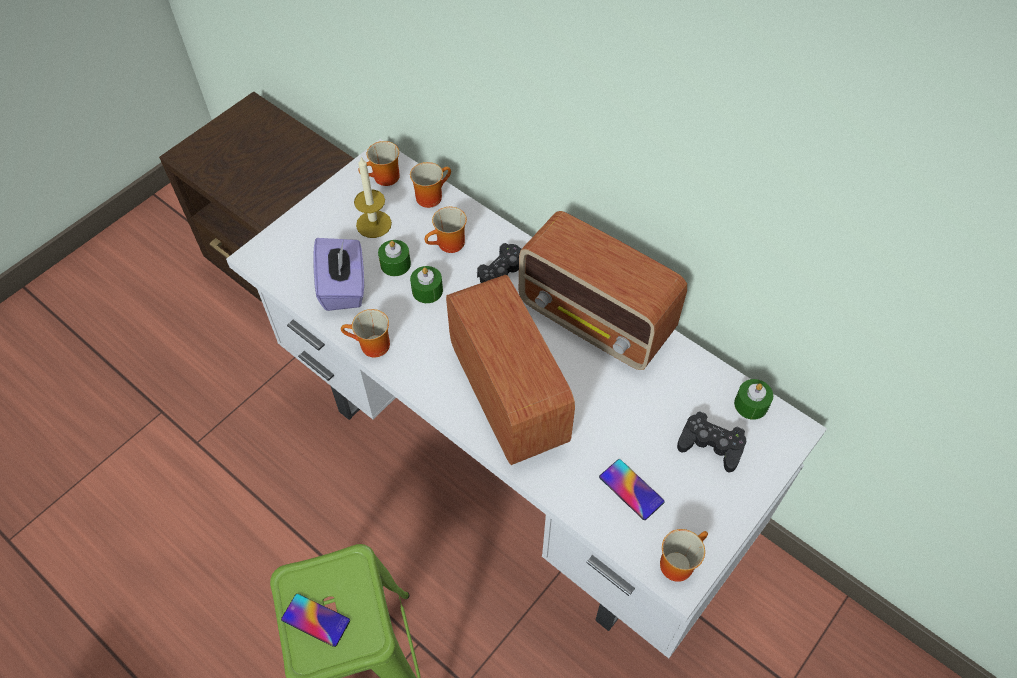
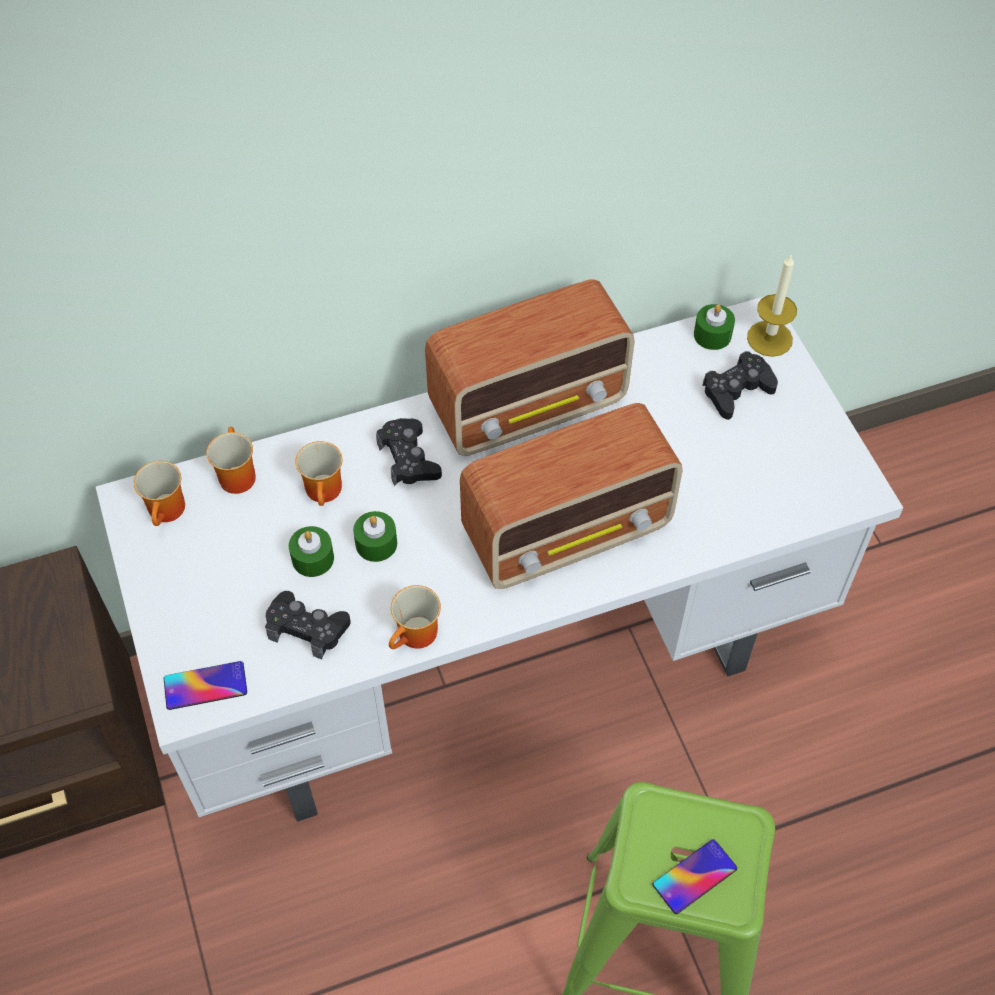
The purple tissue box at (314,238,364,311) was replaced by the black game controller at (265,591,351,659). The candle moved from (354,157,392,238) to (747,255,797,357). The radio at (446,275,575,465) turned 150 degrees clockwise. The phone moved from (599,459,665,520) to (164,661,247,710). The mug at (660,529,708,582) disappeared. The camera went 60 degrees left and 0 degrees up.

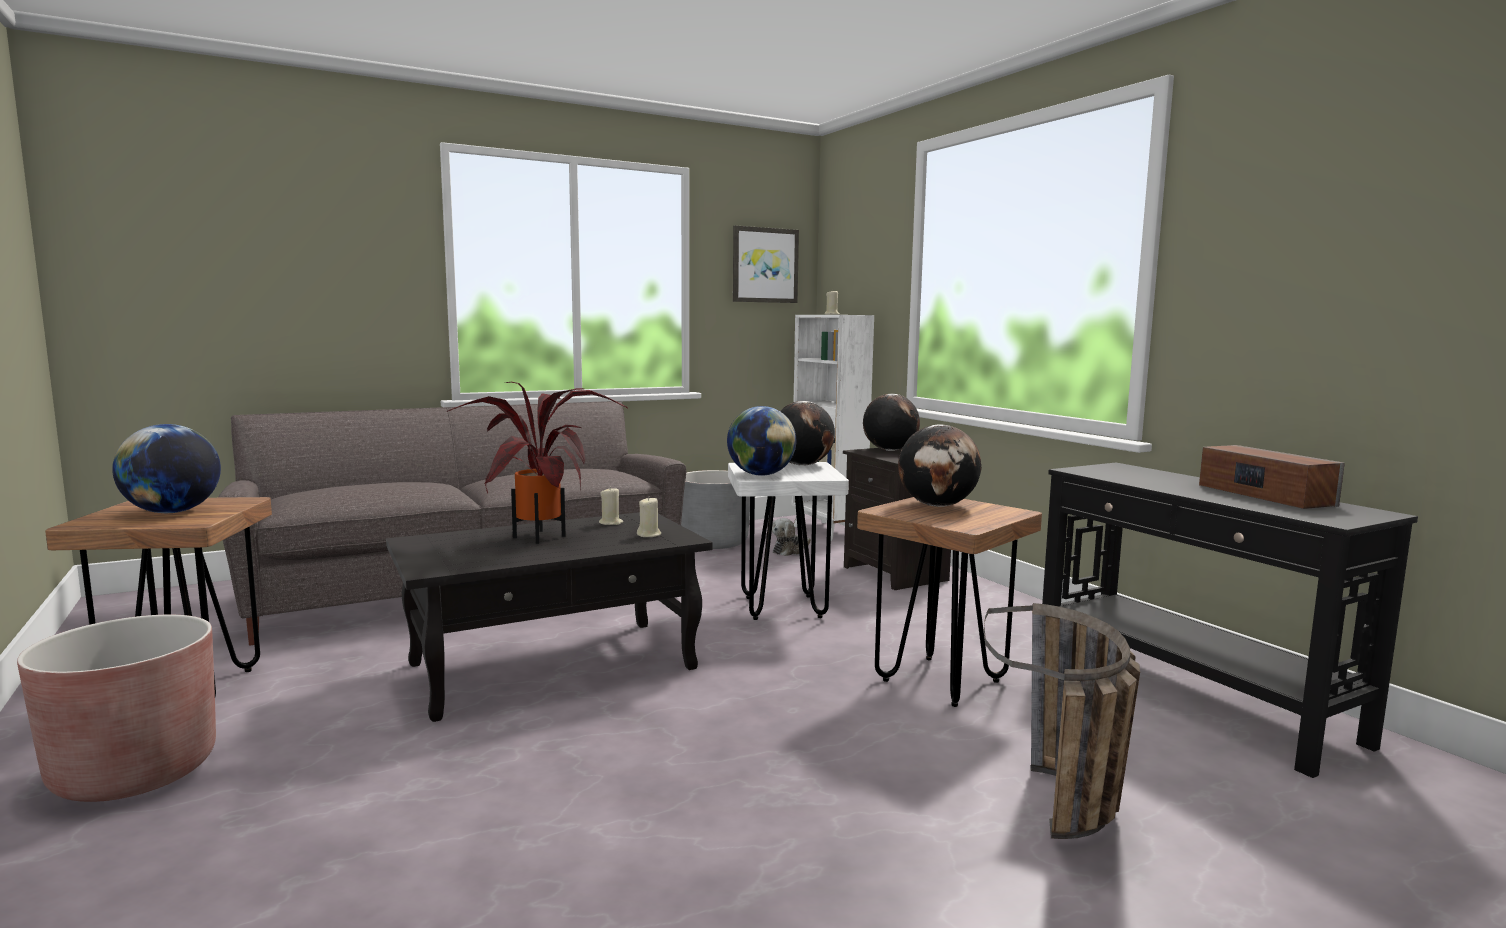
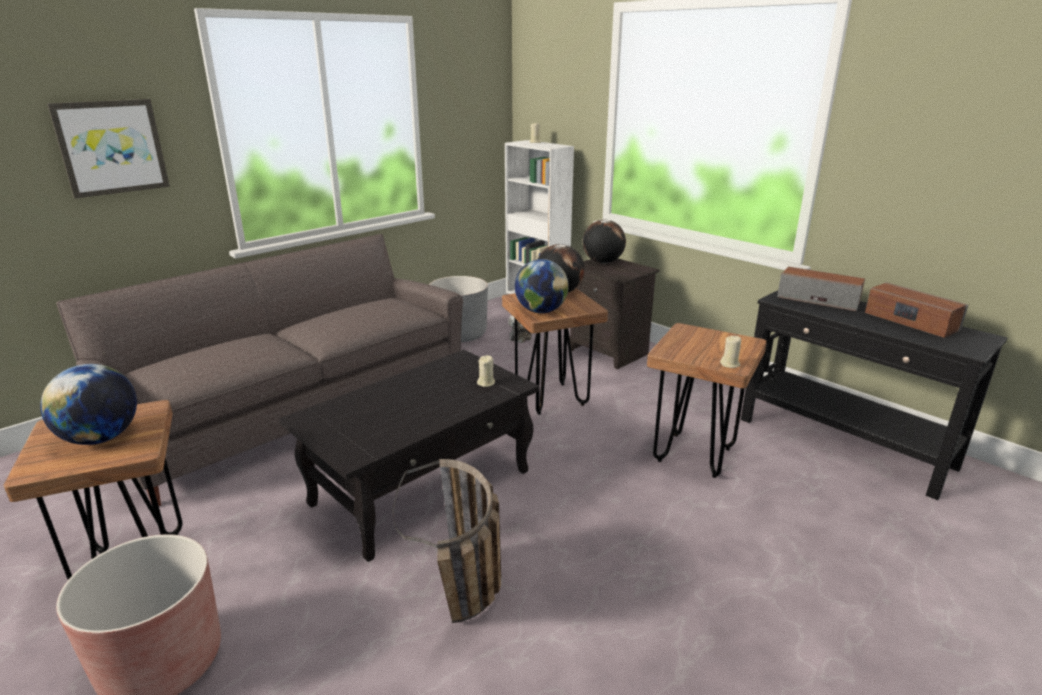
The potted plant at (446,382,629,544) disappeared. The beige candle moved from (599,487,623,525) to (720,335,741,368). The white stool at (728,462,849,620) became the brown stool at (502,288,608,415). The picture moved from (733,225,799,303) to (47,99,170,198). The globe at (898,425,982,507) disappeared. The basket moved from (984,603,1140,839) to (393,459,501,623). The speaker at (777,267,865,311) appeared. The camera went 15 degrees left and 15 degrees up.

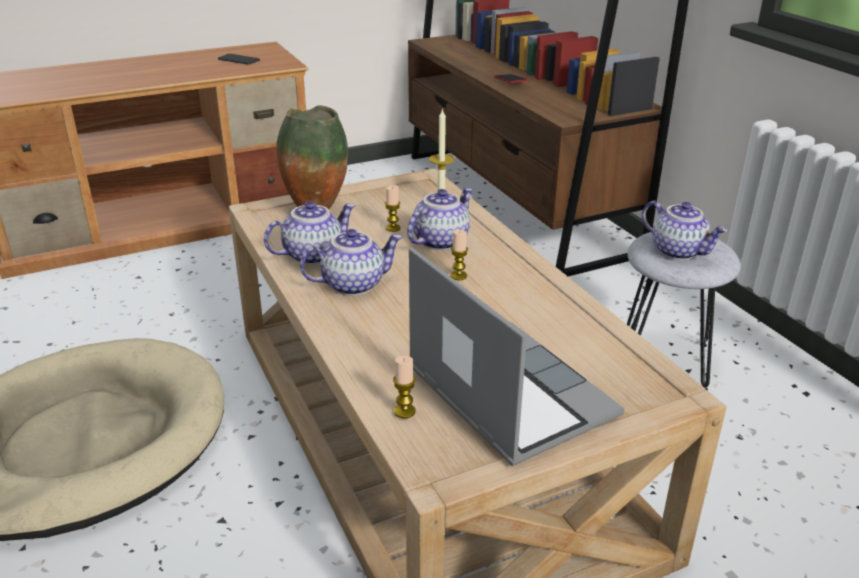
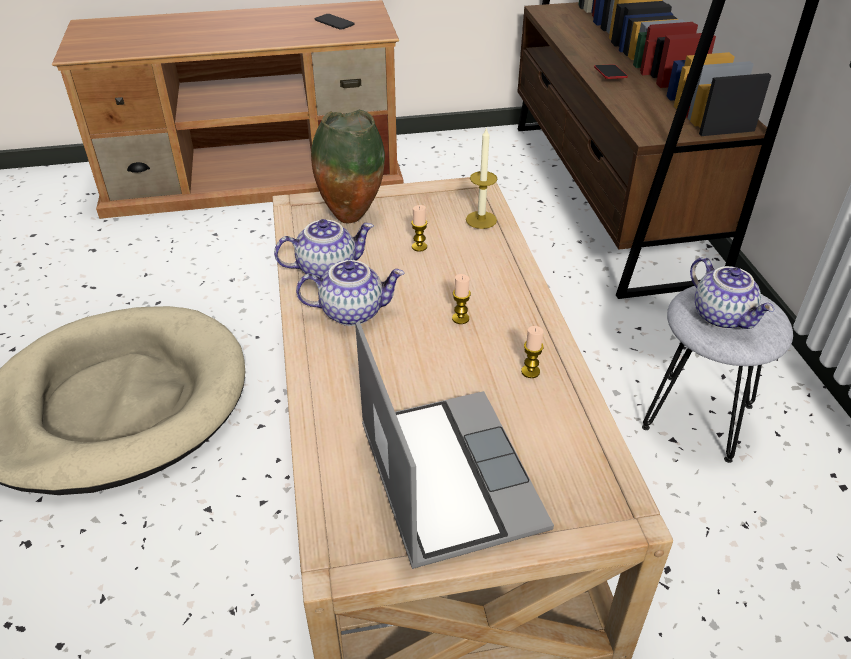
The candle moved from (393,356,416,418) to (521,326,544,378). The teapot at (407,188,473,250) disappeared. The camera went 15 degrees right and 10 degrees up.

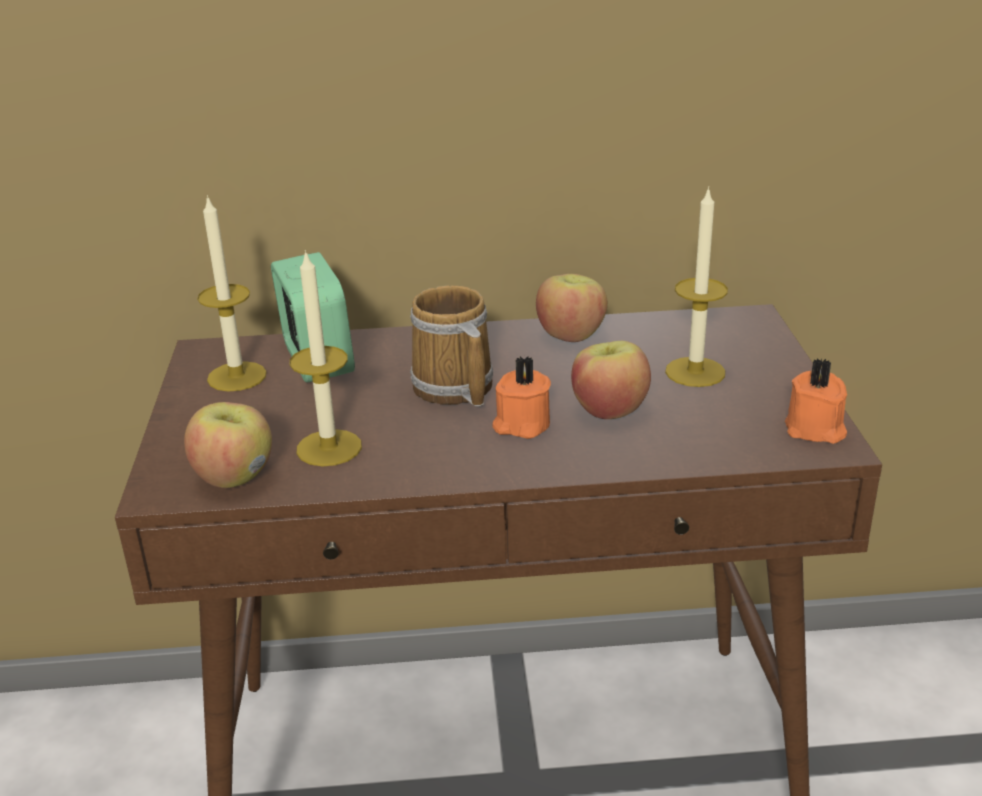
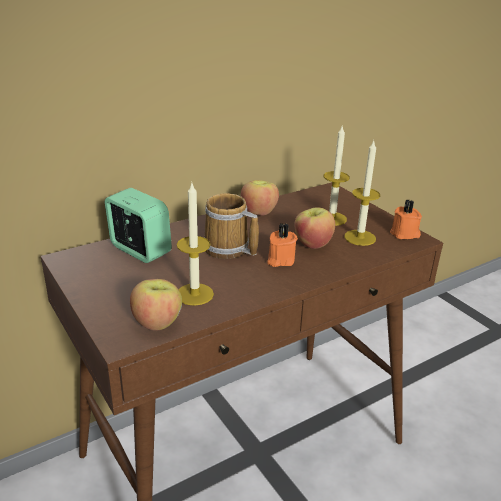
The candle moved from (197,195,267,391) to (344,141,380,246). The camera went 30 degrees left and 0 degrees up.

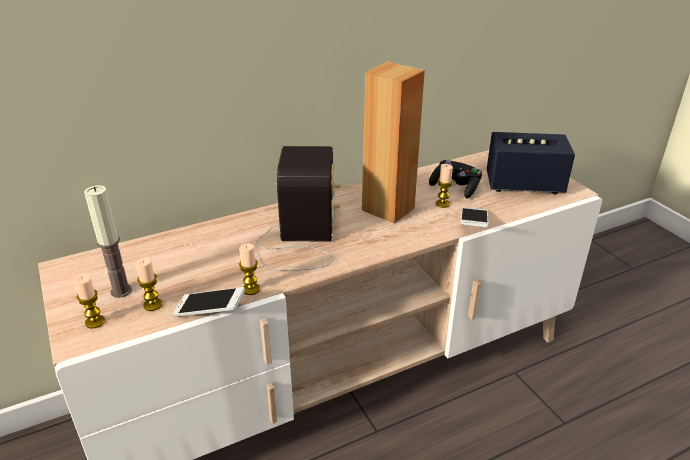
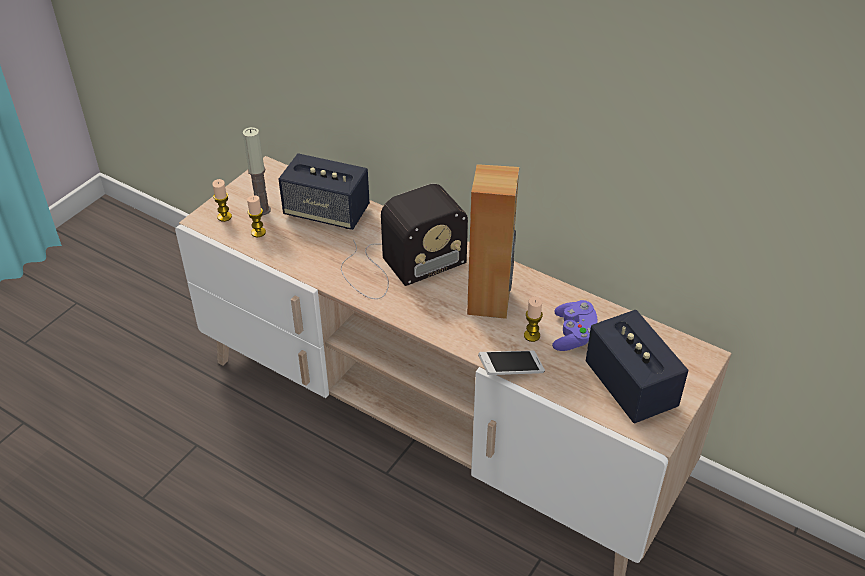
The phone at (173,287,245,317) disappeared. The candle at (239,244,260,295) disappeared. The black game controller at (429,160,482,199) became the purple game controller at (552,300,597,351). The speaker at (278,153,370,230) appeared. The camera went 60 degrees right and 10 degrees up.

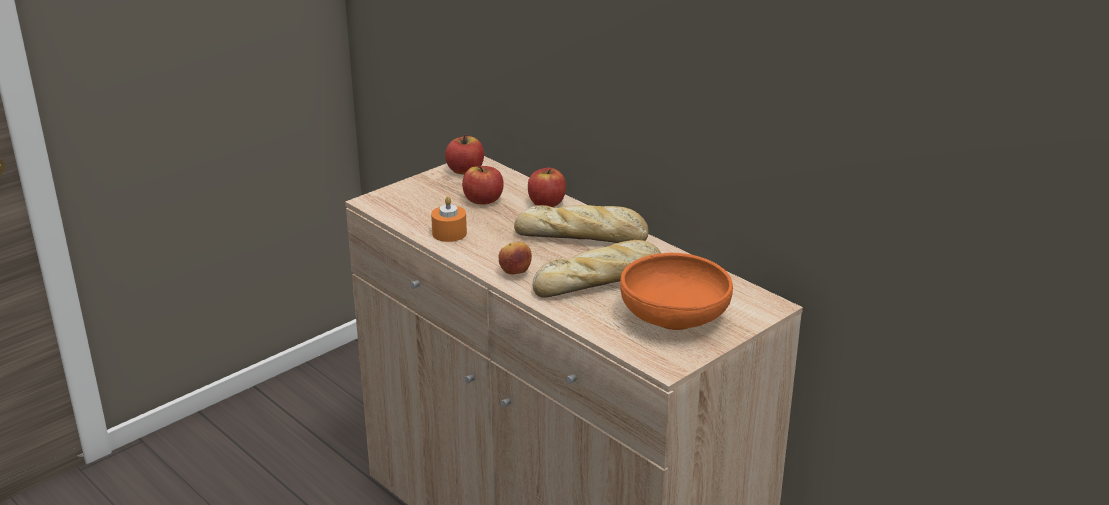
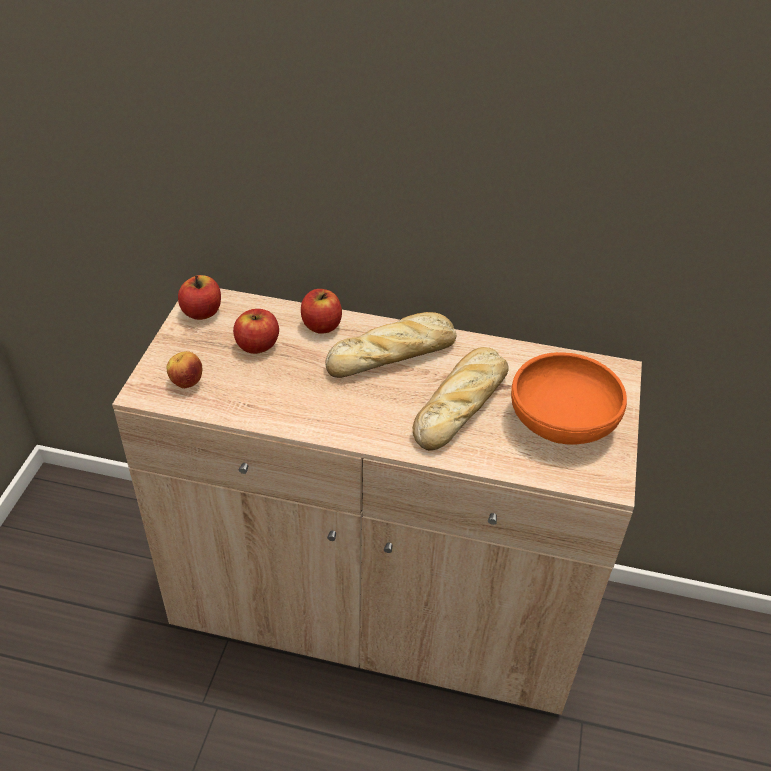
The orange candle at (431,196,467,242) disappeared. The apple moved from (499,242,532,274) to (166,351,202,388). The camera went 35 degrees left and 15 degrees up.

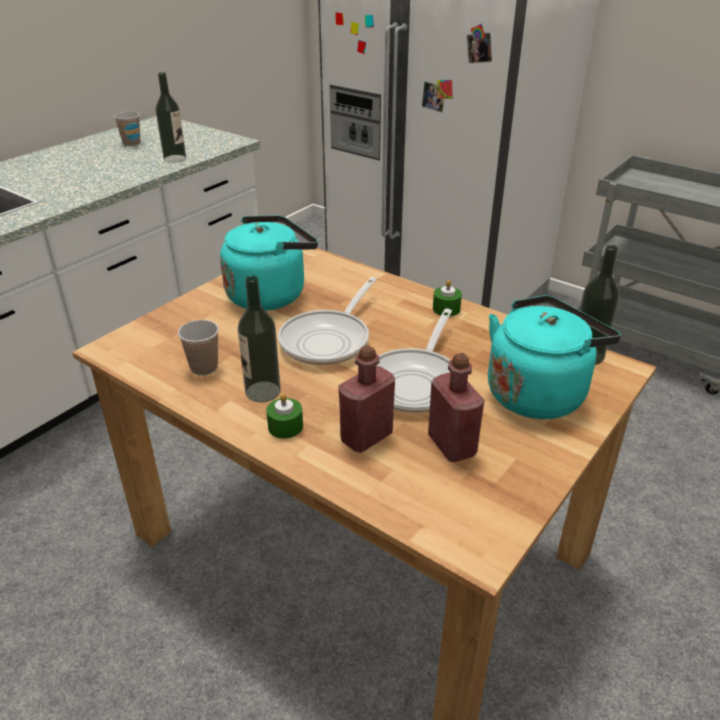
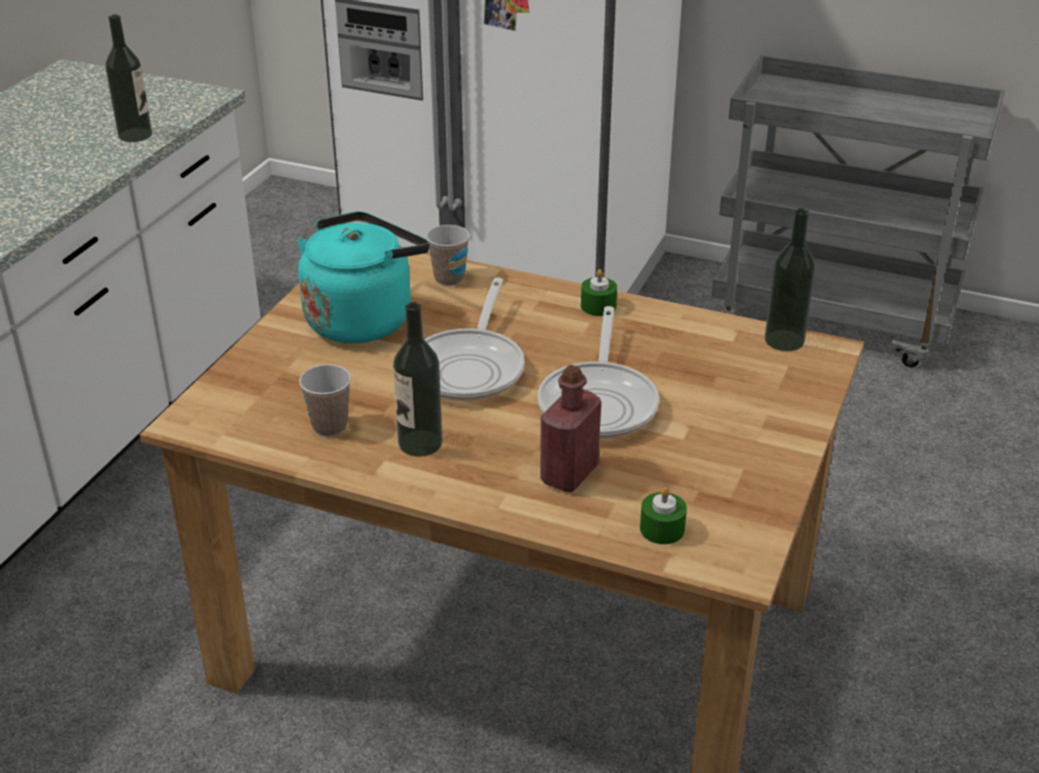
The cup moved from (114,111,141,147) to (426,225,470,286). The green candle moved from (266,393,303,439) to (640,487,687,544). The red bottle at (428,353,485,462) disappeared. The turquoise kettle at (488,295,621,419) disappeared. The camera went 15 degrees left and 0 degrees up.

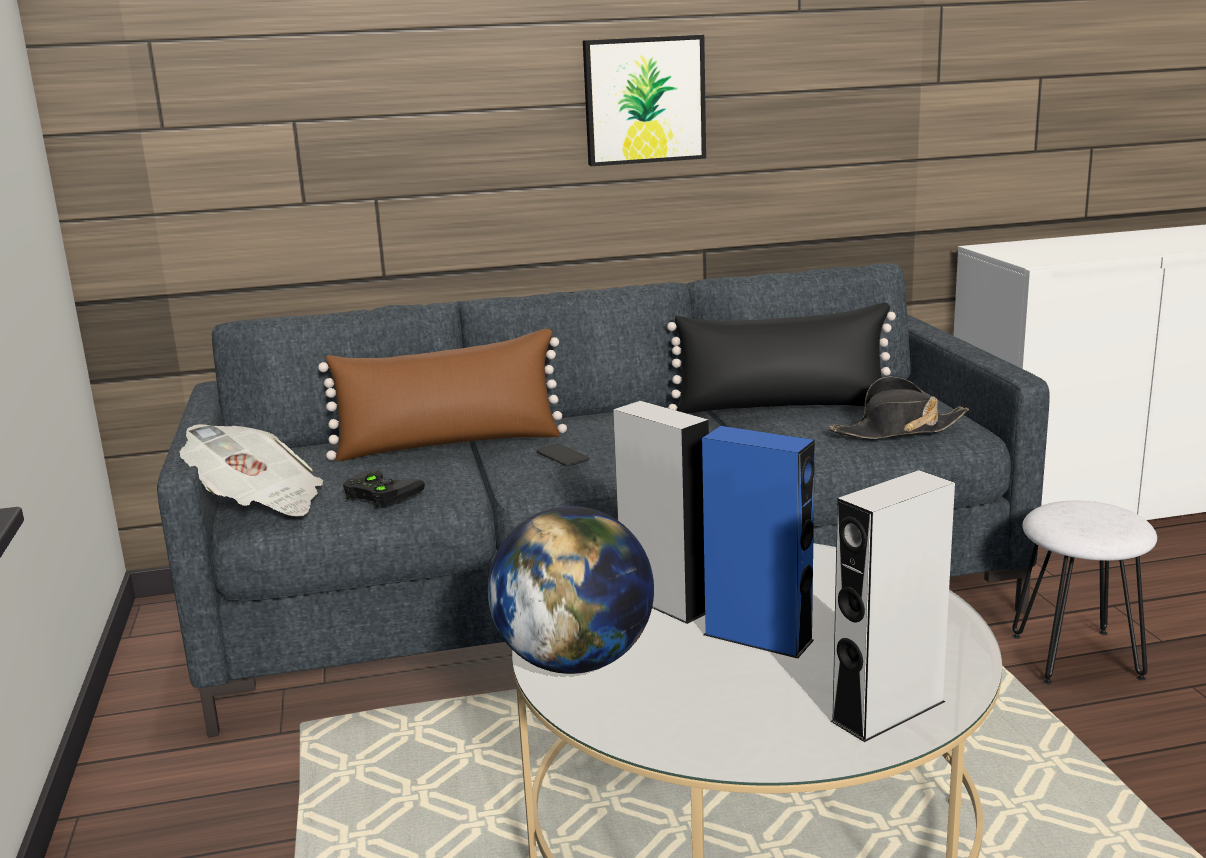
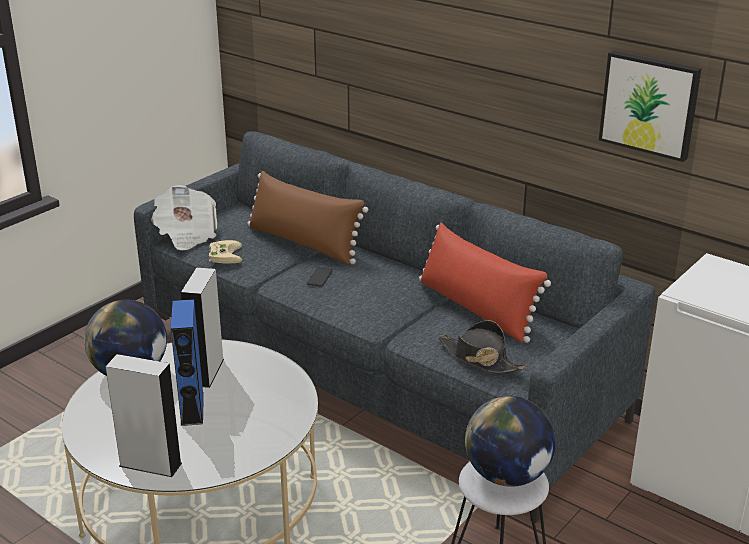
The black game controller at (343,470,425,507) became the beige game controller at (209,240,242,263). The picture moved from (583,35,706,166) to (599,51,702,162). The black pillow at (667,303,896,414) became the red pillow at (419,222,551,343). The globe at (465,396,556,487) appeared. The camera went 50 degrees right and 10 degrees up.

